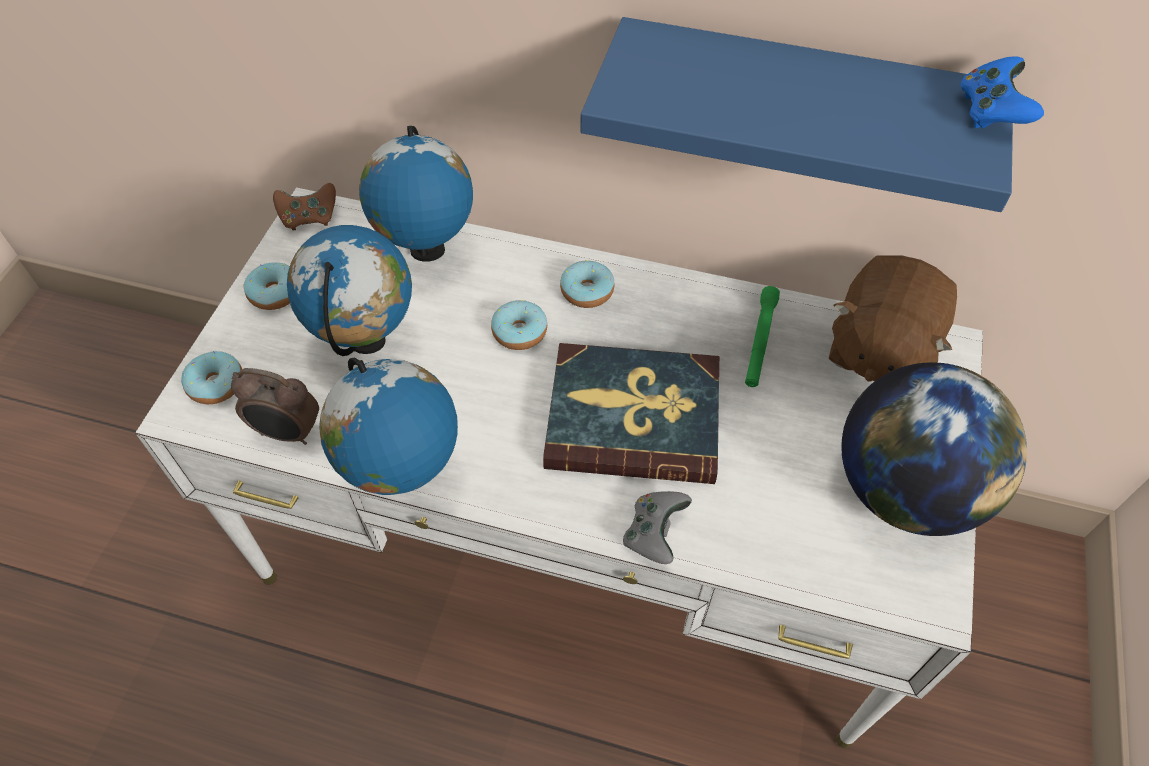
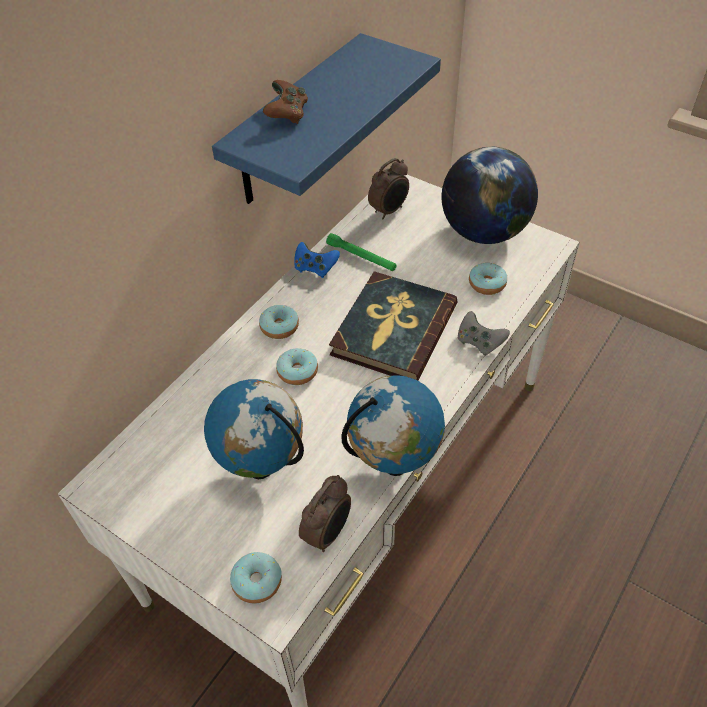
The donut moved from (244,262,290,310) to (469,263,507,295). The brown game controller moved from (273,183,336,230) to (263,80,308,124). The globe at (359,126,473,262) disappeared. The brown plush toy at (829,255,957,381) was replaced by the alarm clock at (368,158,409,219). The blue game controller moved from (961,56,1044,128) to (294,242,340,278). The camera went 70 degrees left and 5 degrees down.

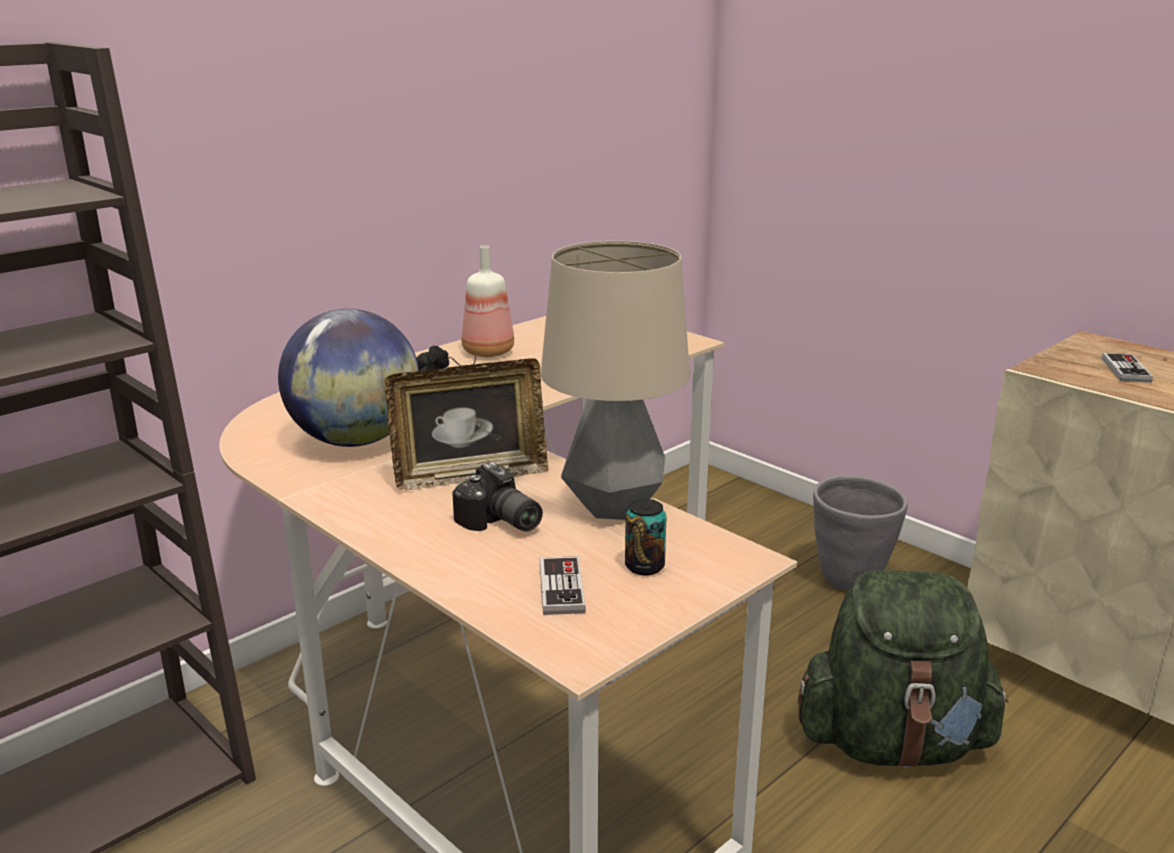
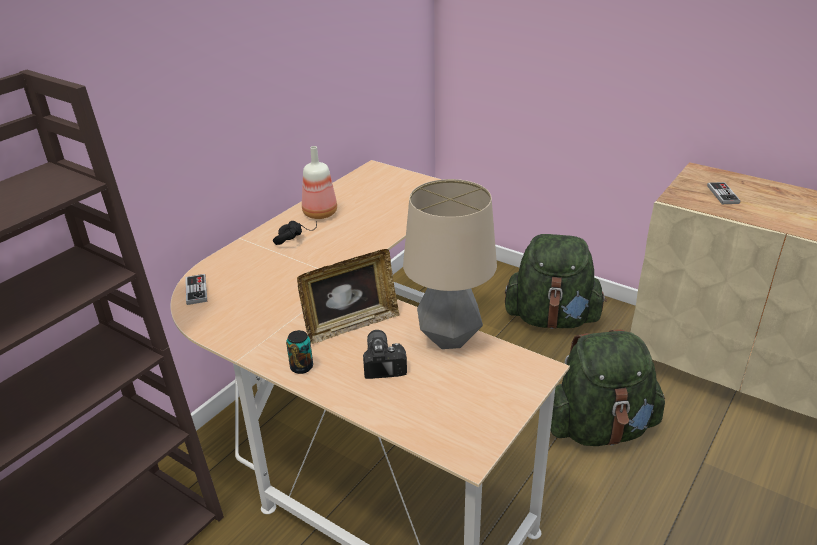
The globe at (278,309,419,447) disappeared. The photo camera at (452,462,543,532) turned 135 degrees counterclockwise. The game controller moved from (540,556,586,615) to (185,274,207,305). The can moved from (625,499,667,575) to (286,330,313,374). The grey planter at (813,475,908,590) was replaced by the green backpack at (505,234,607,329). The camera went 10 degrees left and 10 degrees up.

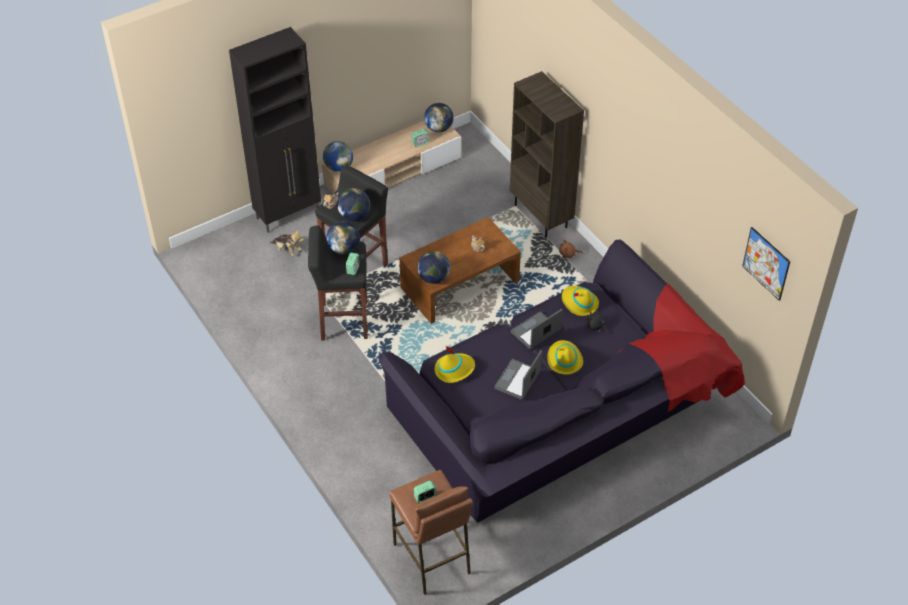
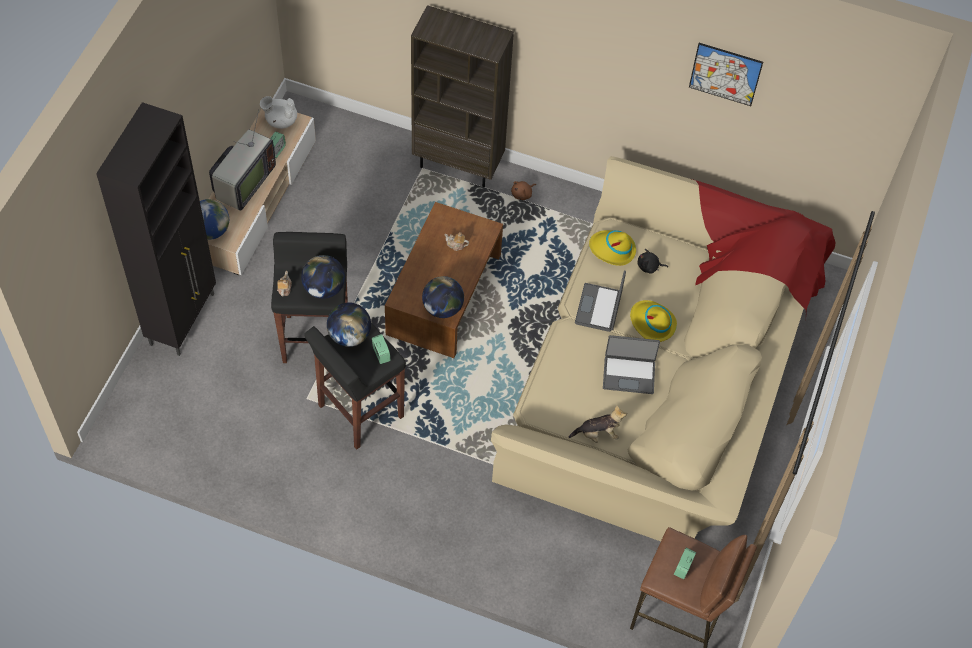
The plush toy moved from (270,229,304,256) to (569,405,627,443). The black sofa at (378,239,745,523) became the beige sofa at (491,156,835,541). The globe at (424,103,453,132) was replaced by the white teapot at (260,96,297,129). The yellow hat at (435,345,475,383) disappeared. The laptop at (494,350,542,399) turned 75 degrees counterclockwise. The picture moved from (742,227,790,301) to (689,43,763,106). The television at (209,109,276,211) appeared. The camera went 40 degrees left and 10 degrees up.

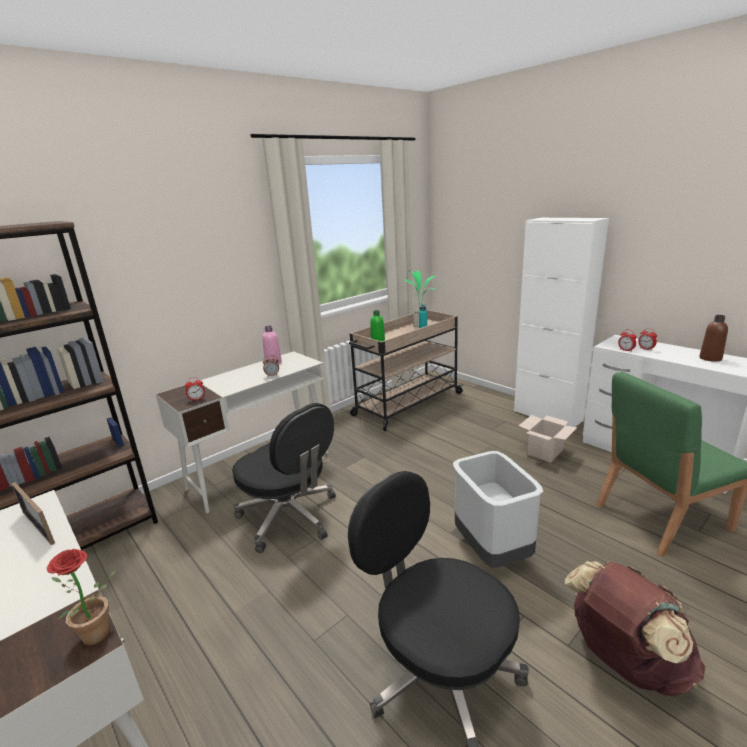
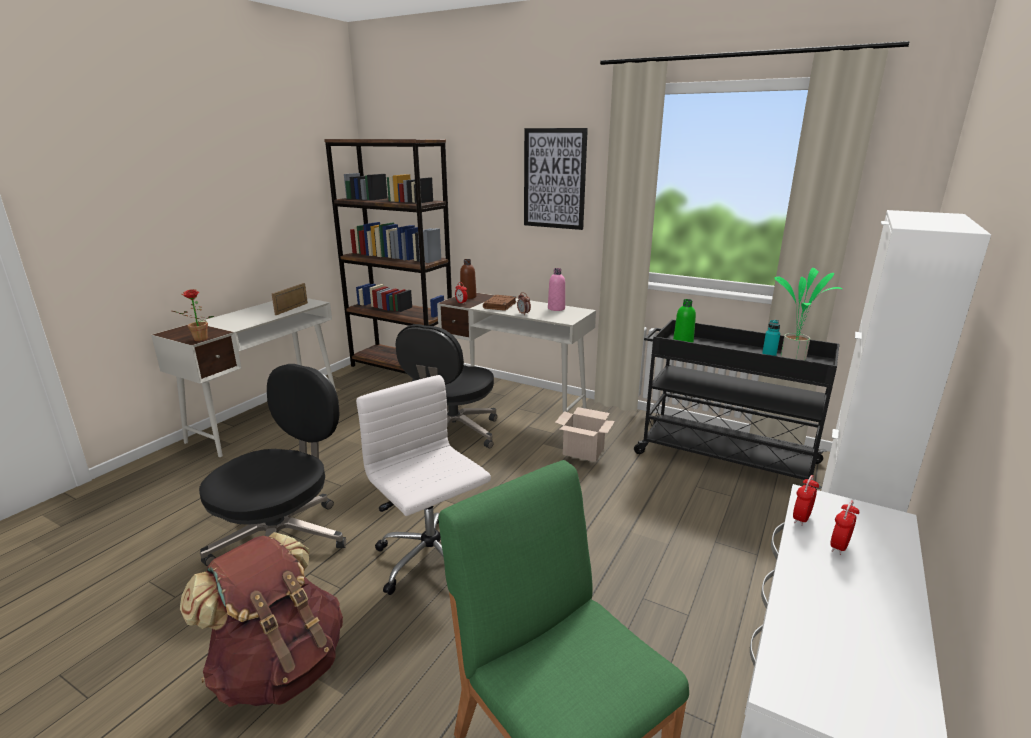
The beige cart at (349,310,464,431) became the black cart at (634,320,840,490). The grey trash can at (453,451,543,568) was replaced by the white office chair at (356,375,491,595). The cardboard box moved from (519,415,578,463) to (555,407,615,462). The brown bottle moved from (700,315,728,362) to (460,259,477,299). The brown book at (483,295,517,311) appeared. The picture at (524,128,588,230) appeared. The camera went 70 degrees right and 0 degrees up.

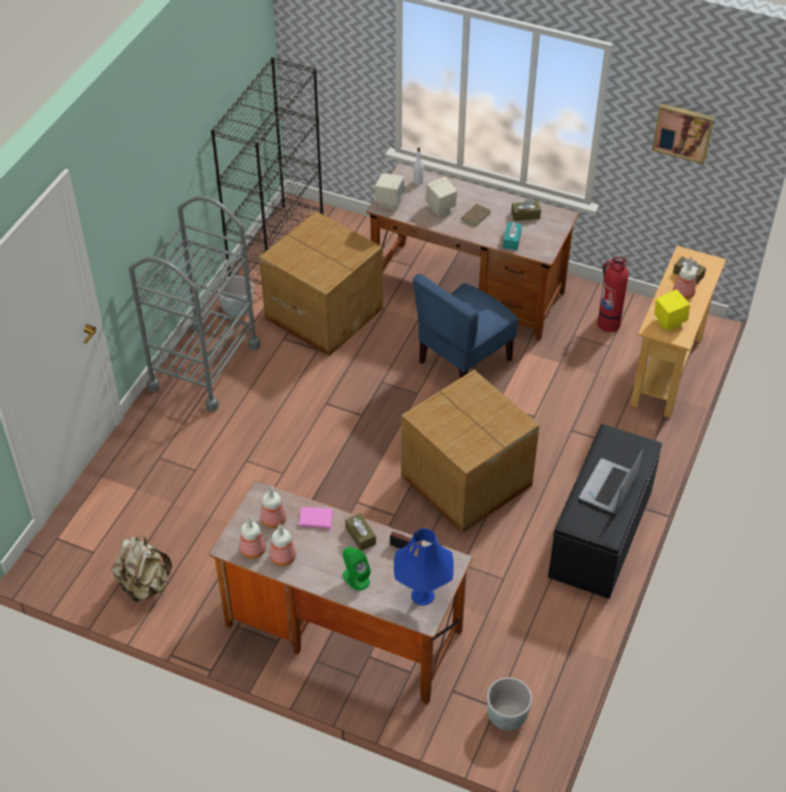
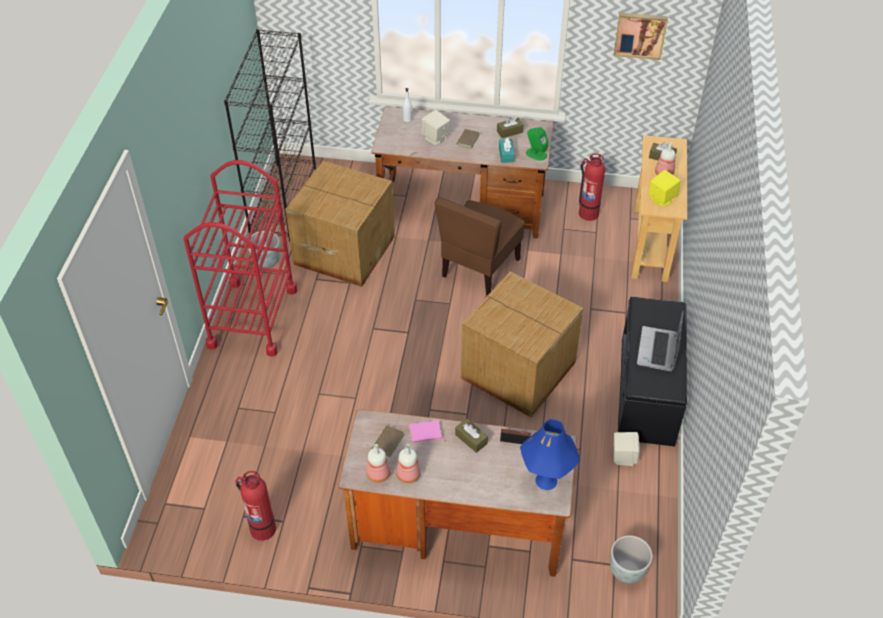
The beige backpack at (111,535,172,602) was replaced by the fire extinguisher at (235,471,276,541). The grey cart at (129,196,260,412) became the red cart at (184,160,297,357). The bottle at (261,487,286,529) was replaced by the brown book at (367,425,404,457). The green speaker moved from (343,547,371,591) to (526,127,549,161). The beige speaker moved from (375,173,405,210) to (613,432,640,466). The blue chair at (413,274,518,378) became the brown chair at (435,197,525,295). The camera went 15 degrees left and 0 degrees up.

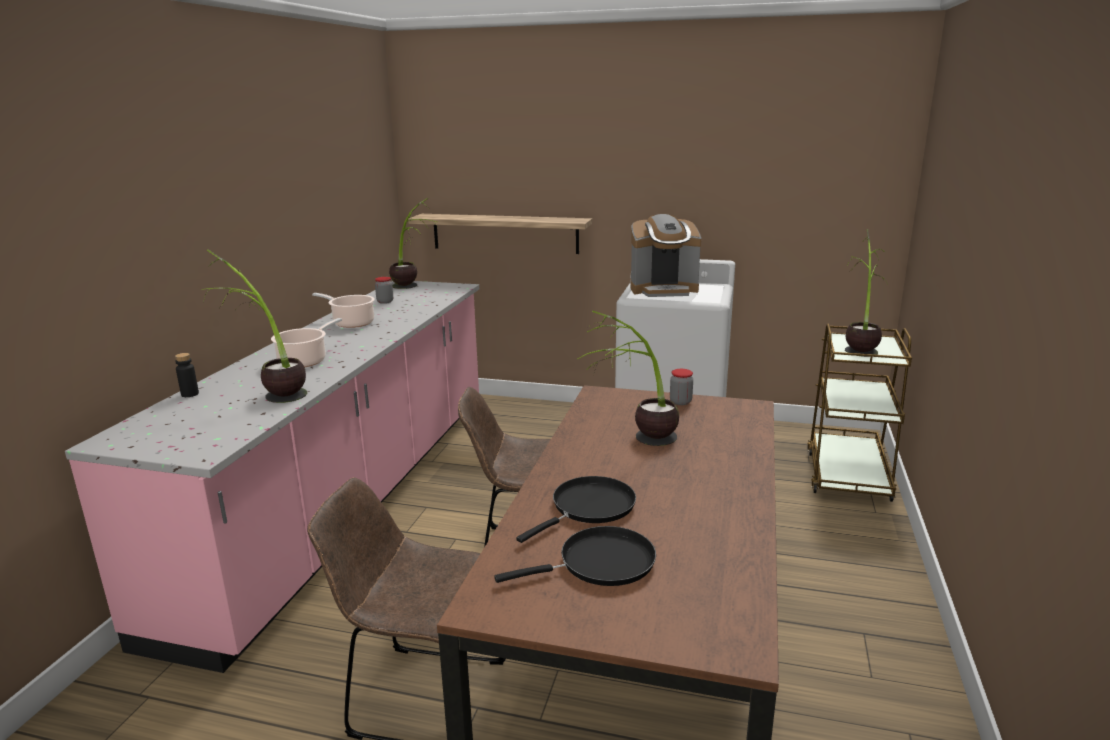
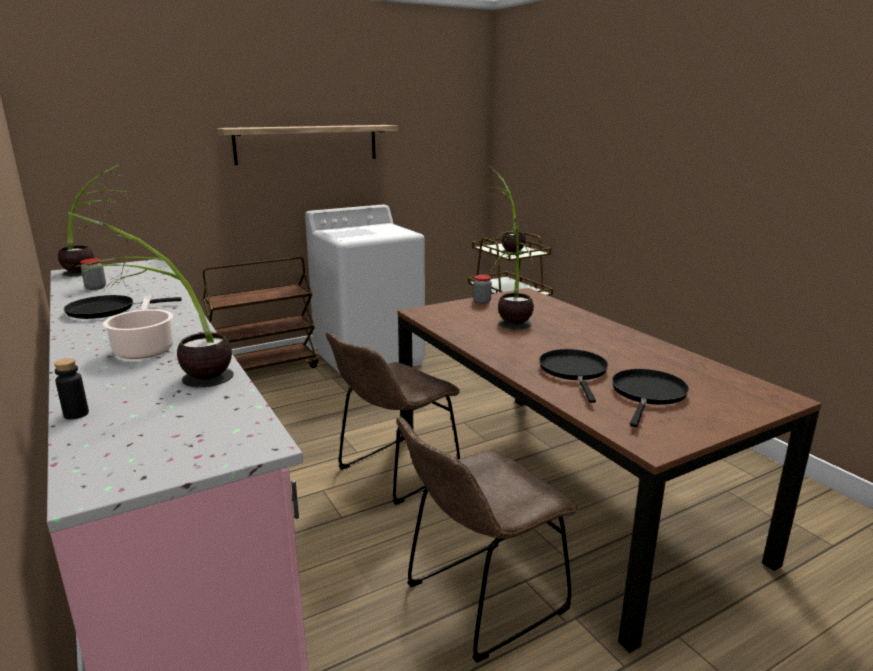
The cooking pot at (312,293,375,328) was replaced by the black frying pan at (64,295,182,319). The shelf moved from (408,214,592,254) to (217,125,398,165). The coffee machine at (630,214,701,297) disappeared. The brown cart at (203,257,318,371) appeared. The camera went 45 degrees left and 0 degrees up.

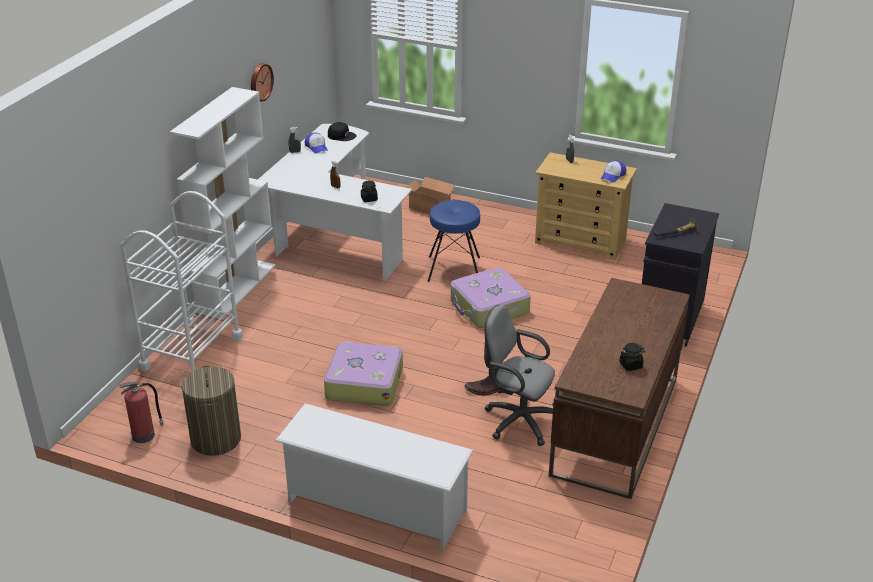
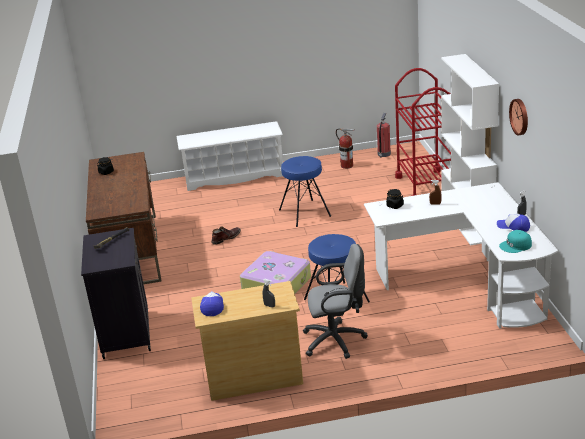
The white cart at (120,191,243,372) became the red cart at (395,68,451,196). The laundry basket at (181,365,241,456) was replaced by the fire extinguisher at (336,128,355,169). The suitcase at (324,341,403,406) was replaced by the blue stool at (279,156,331,227). The black cap at (328,122,356,141) became the turquoise cap at (499,230,532,253). The cardboard box at (406,177,454,214) disappeared. The grey office chair moved from (484,305,555,446) to (303,244,368,359). The camera went 150 degrees right and 5 degrees down.

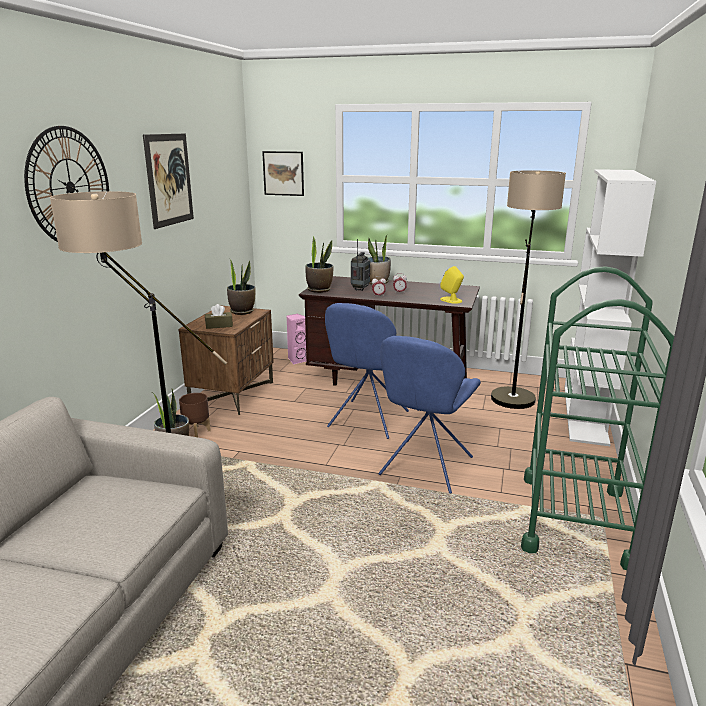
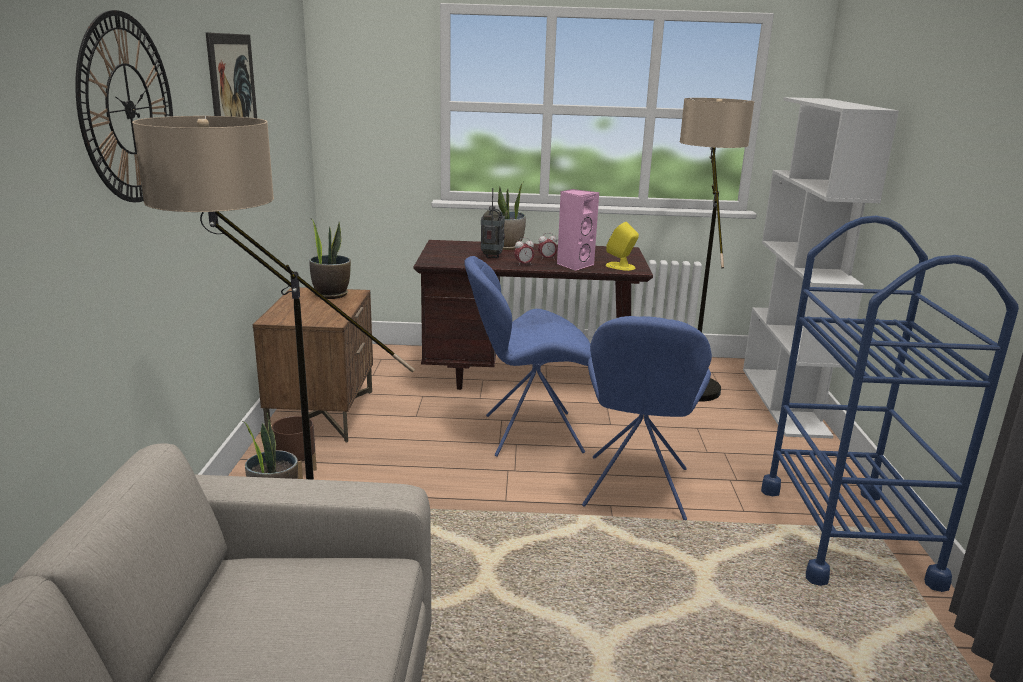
The brown tissue box at (205,304,233,329) disappeared. The picture at (262,151,304,196) disappeared. The pink speaker moved from (287,314,306,364) to (557,189,599,271). The potted plant at (305,236,334,293) disappeared. The blue chair at (325,303,409,439) turned 75 degrees clockwise. The green cart at (521,266,674,571) became the blue cart at (761,216,1019,592). The camera went 15 degrees left and 0 degrees up.

